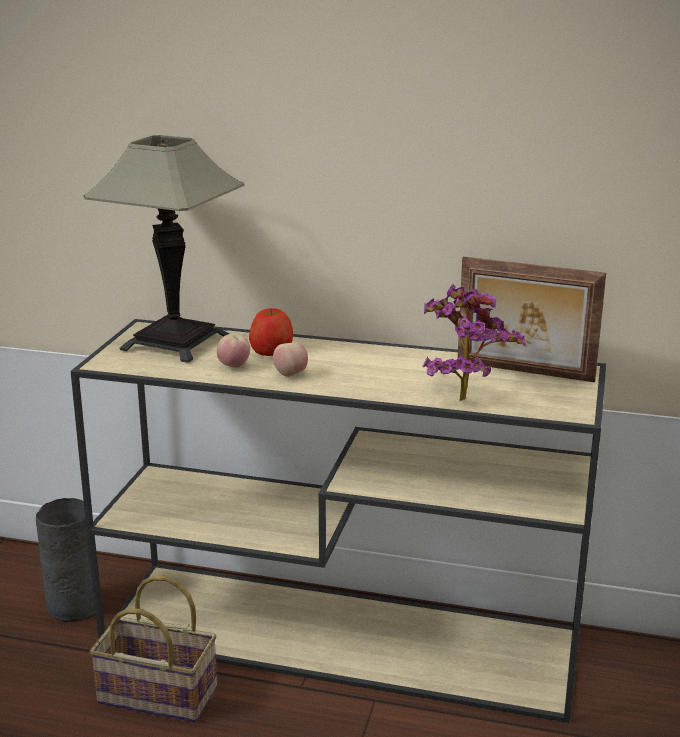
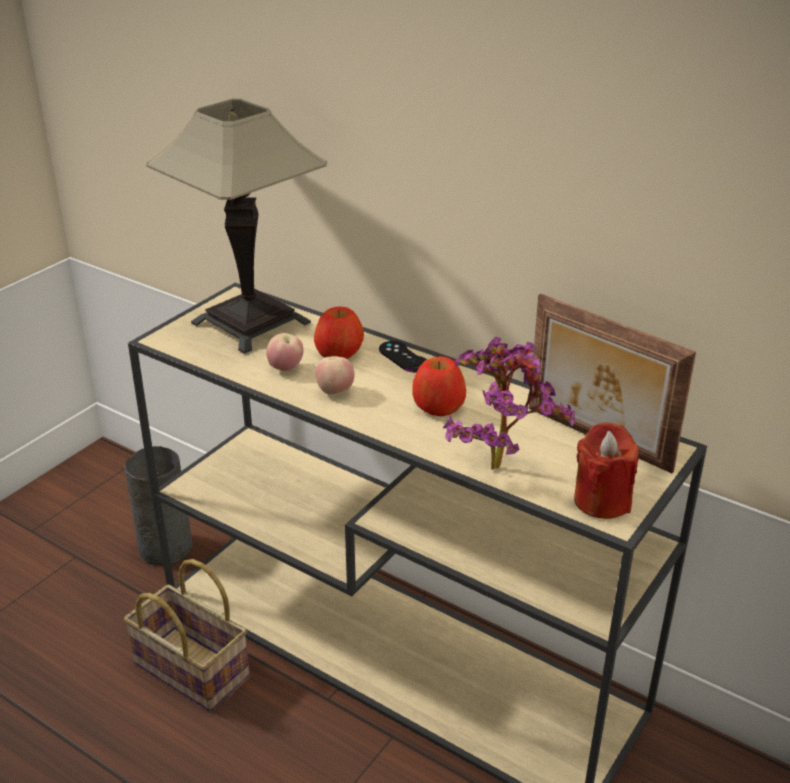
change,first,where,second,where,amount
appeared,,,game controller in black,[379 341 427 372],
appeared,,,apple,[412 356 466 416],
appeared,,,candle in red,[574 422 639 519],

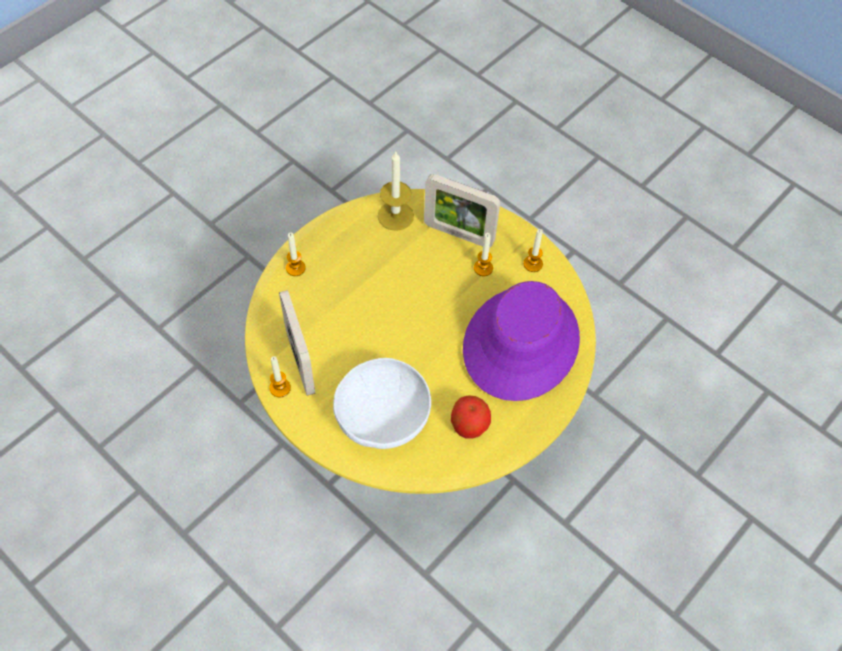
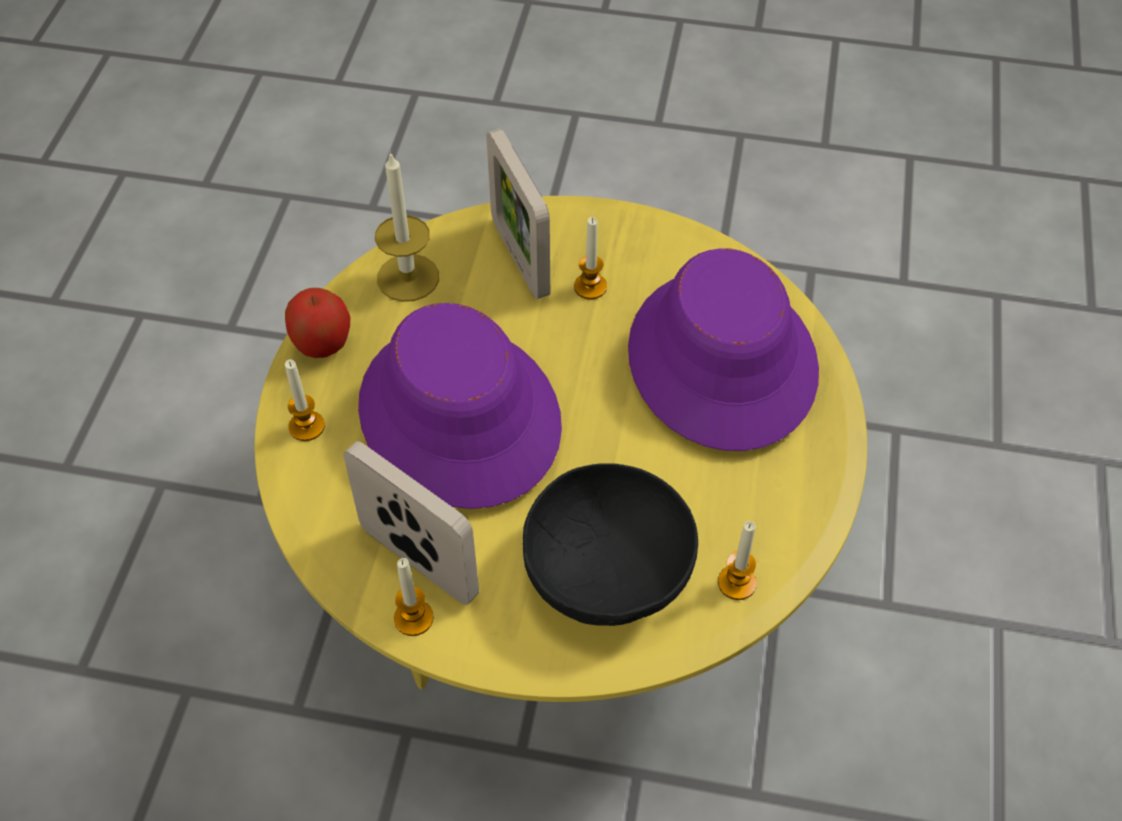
change,first,where,second,where,amount
spun,picture frame,[424 174 500 248],,[486 128 550 299],75 degrees clockwise
relocated,candle,[523 229 543 272],,[718 521 757 600],
colour,bowl in white,[333 358 431 449],bowl in black,[523 463 698 626],
relocated,apple,[451 395 491 439],,[285 288 351 358],
appeared,,,hat in purple,[358 303 562 509],

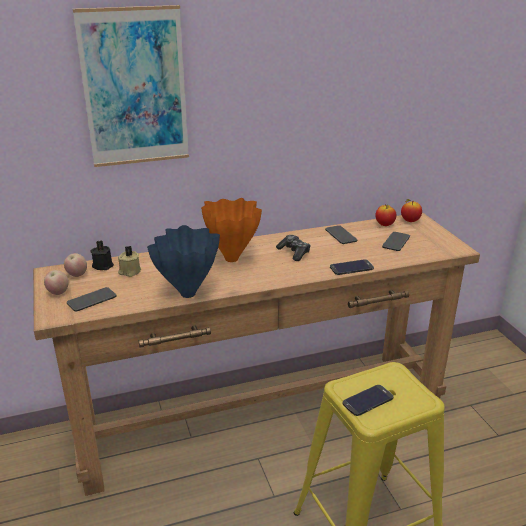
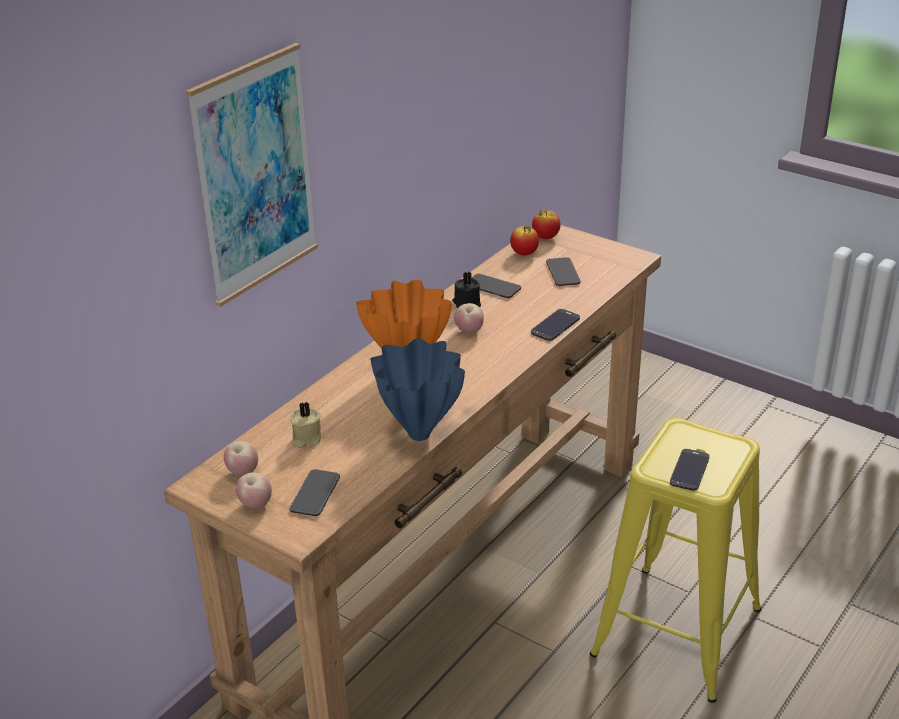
change,first,where,second,where,amount
exchanged,game controller,[276 235 311 261],apple,[454 303 484 333],
relocated,candle in black,[91 240 114 270],,[452 272 481 309],

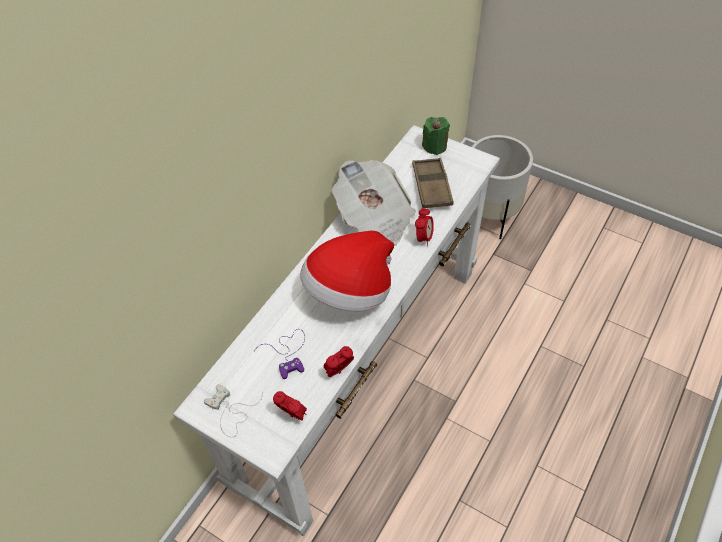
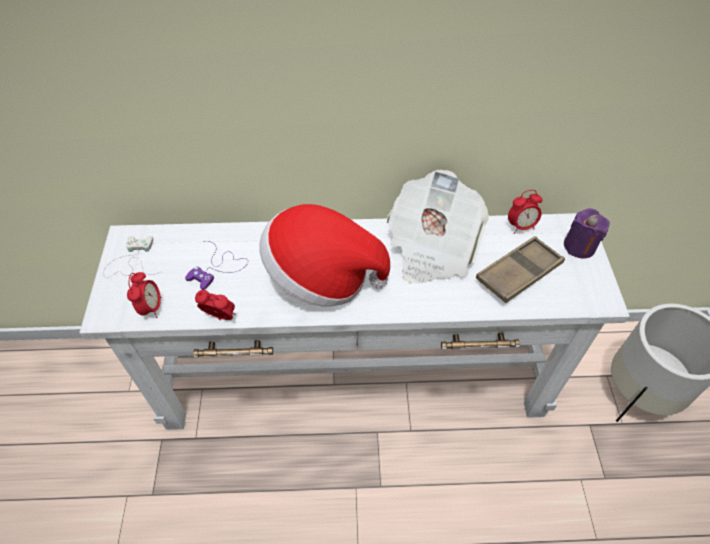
change,first,where,second,where,amount
colour,candle in green,[422 117 450 155],candle in purple,[564 208 610 258],
relocated,alarm clock,[415 208 434 246],,[508 190 543 234],

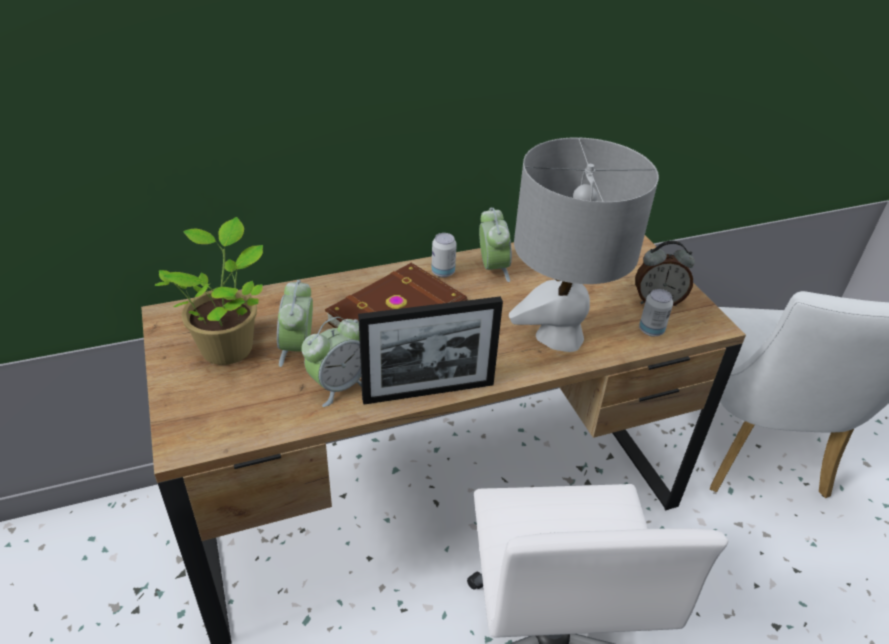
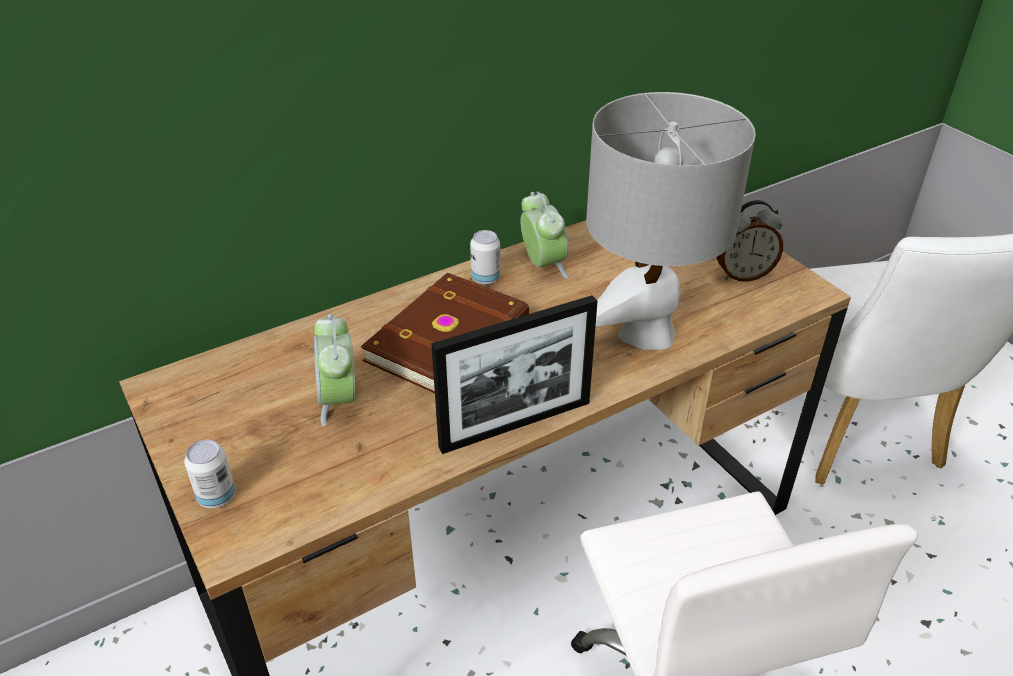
change,first,where,second,where,amount
missing,potted plant,[155 217 263 365],,,
relocated,can,[639 289 673 337],,[184 440 236 508],
missing,alarm clock,[301 317 362 407],,,

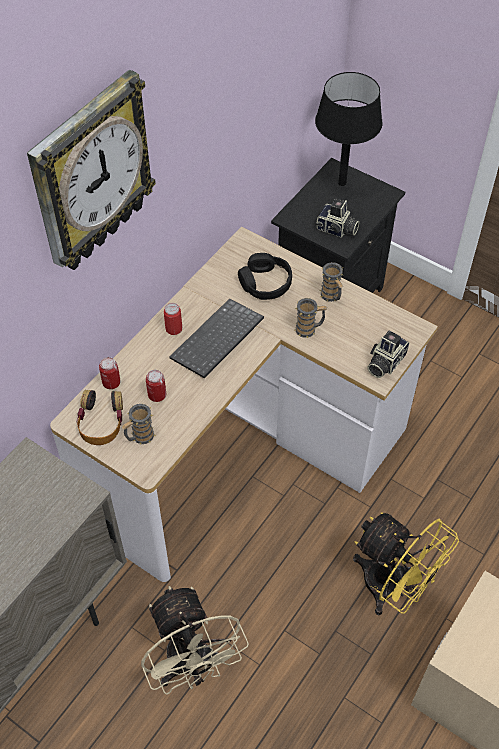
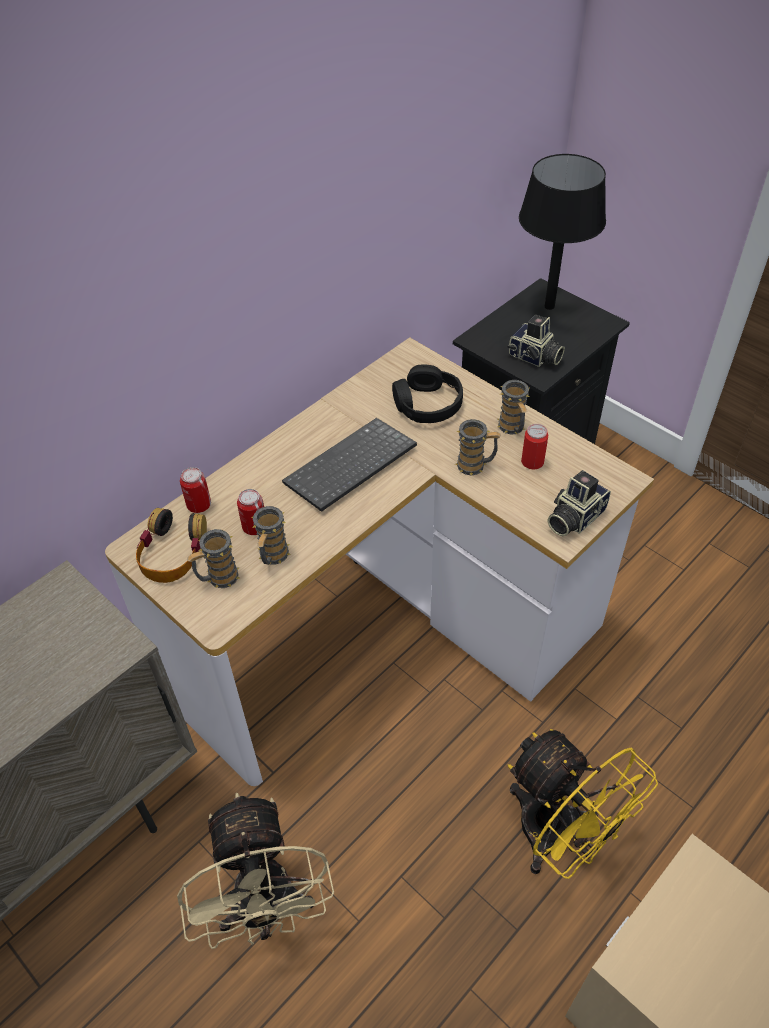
change,first,where,second,where,amount
missing,wall clock,[27 70 156 270],,,
relocated,can,[164 303 182 335],,[521 424 548 470],
appeared,,,mug,[251 506 291 565],

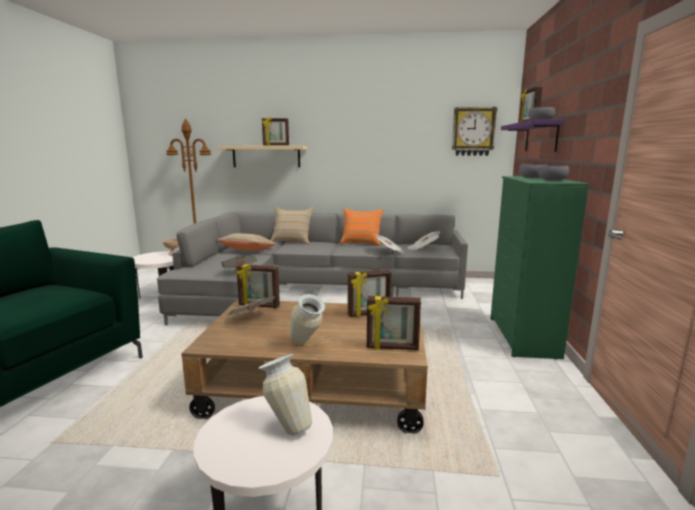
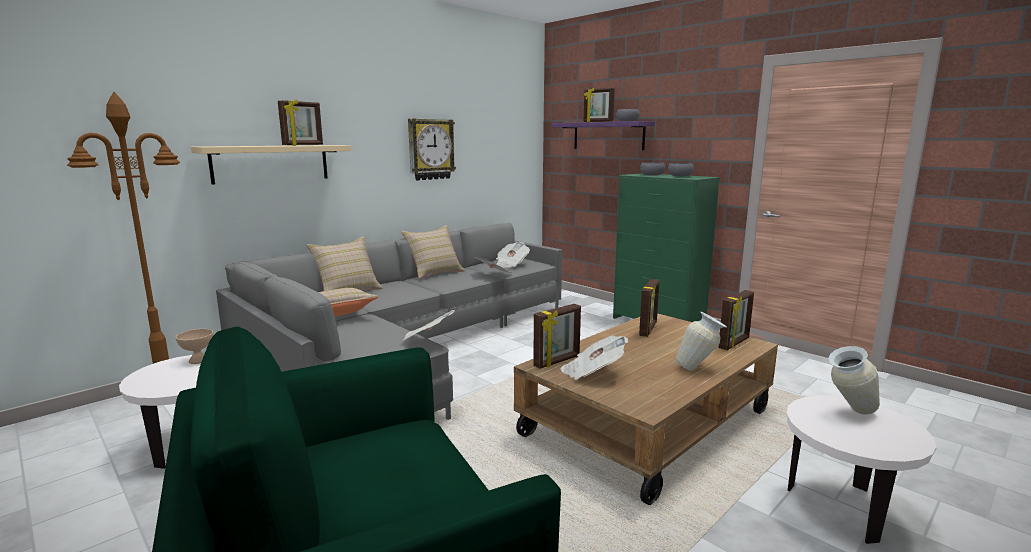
change,first,where,second,where,amount
relocated,wall clock,[452 107 498 156],,[408 119 456 180],
colour,pillow in orange,[340 208 383 246],pillow in beige,[401 225 465 279],

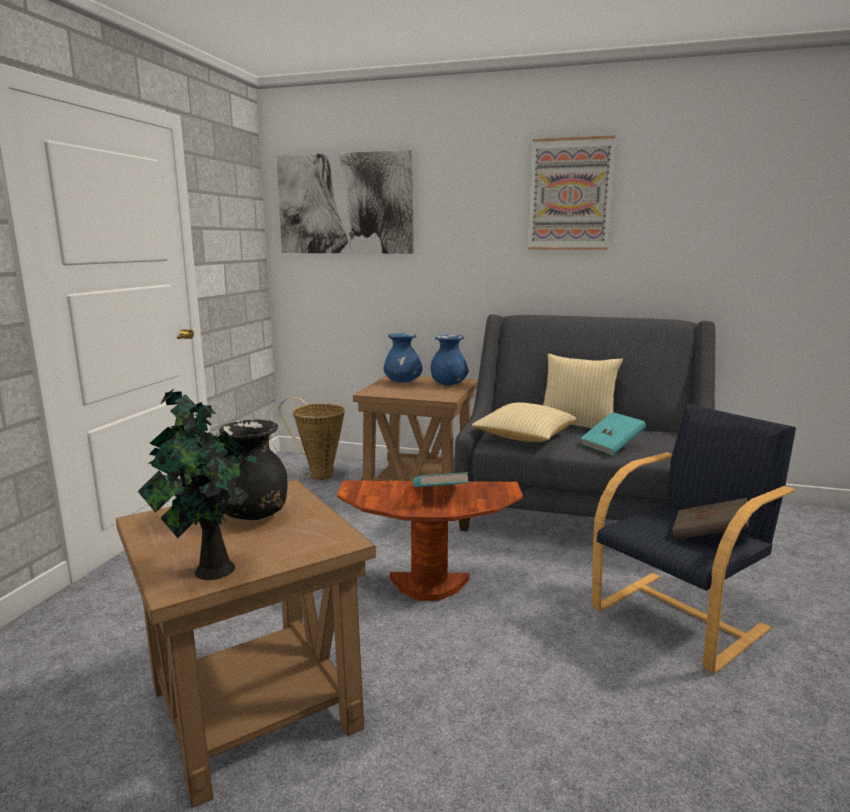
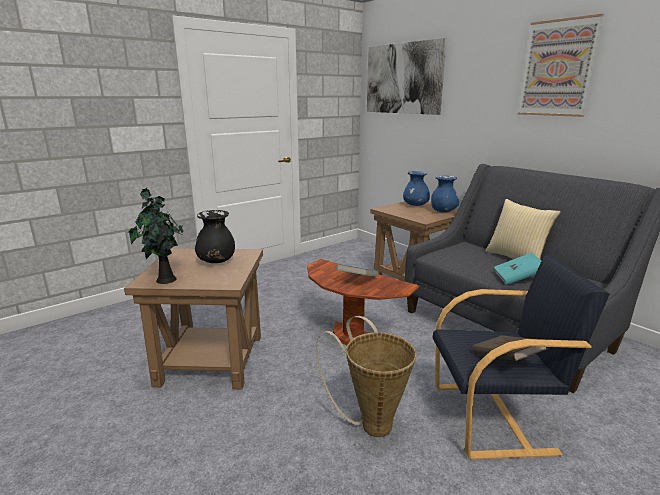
change,first,where,second,where,amount
relocated,basket,[265 397 345 480],,[316 316 416 437],
missing,pillow,[472 402 577 442],,,

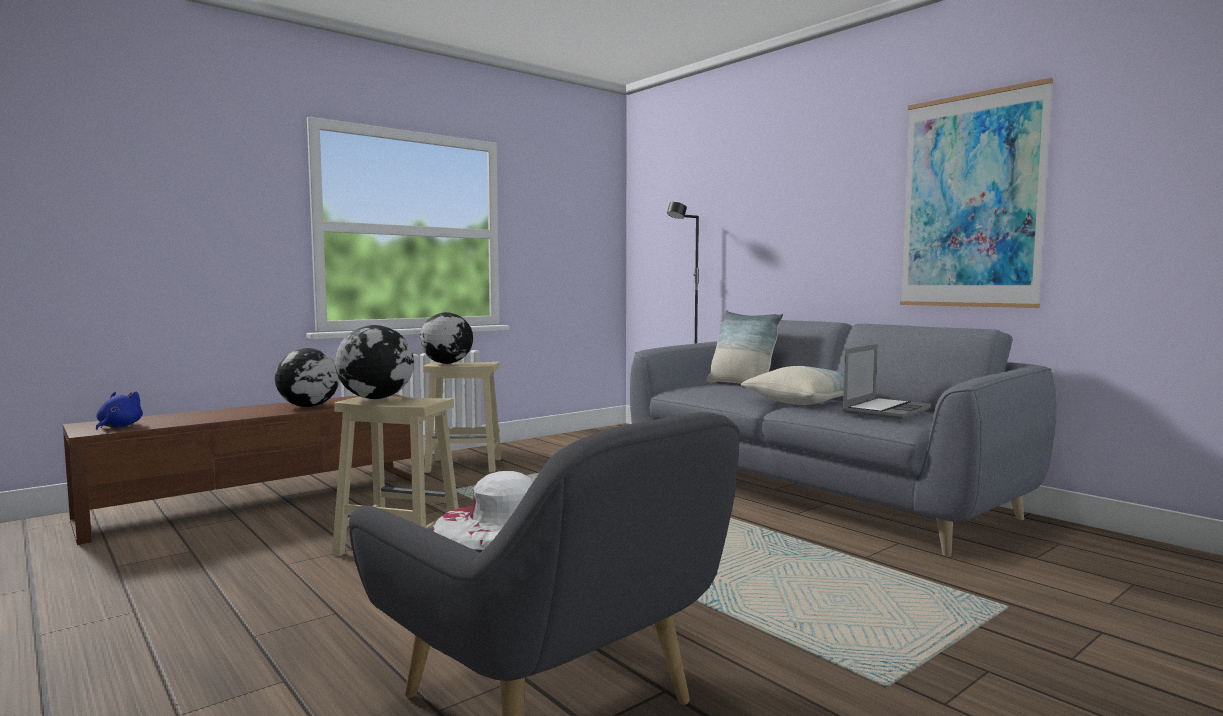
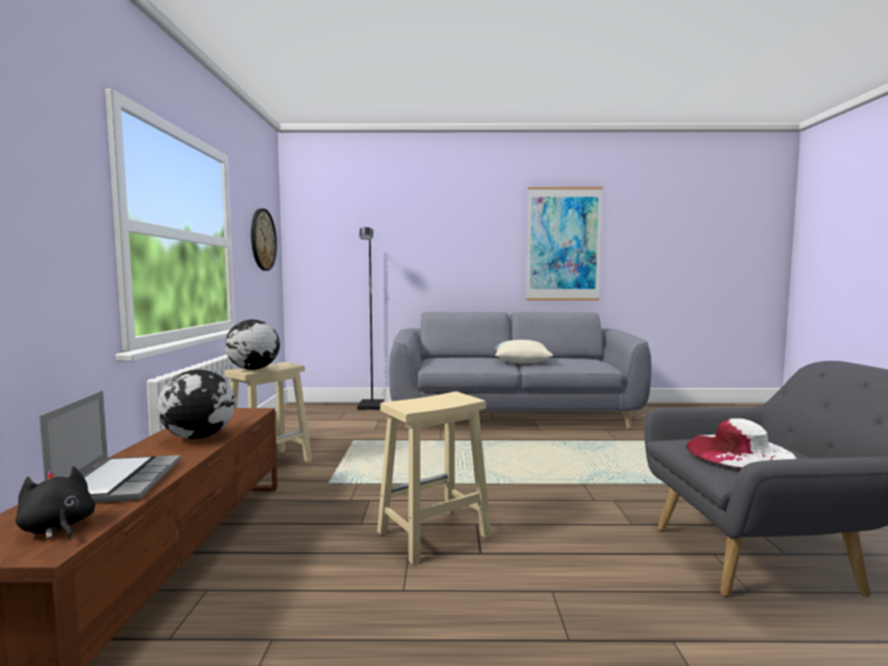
change,first,where,second,where,amount
missing,pillow,[706 310 783 384],,,
missing,globe,[335 325 414 399],,,
relocated,laptop,[842 344 931 420],,[39 390 181 503],
colour,plush toy in blue,[96 392 143 430],plush toy in black,[16 466 95 540],
appeared,,,wall clock,[251 209 277 271],

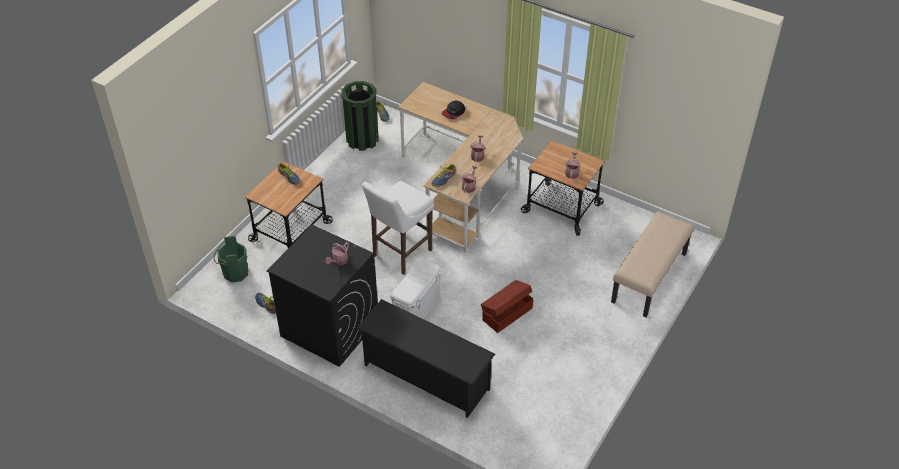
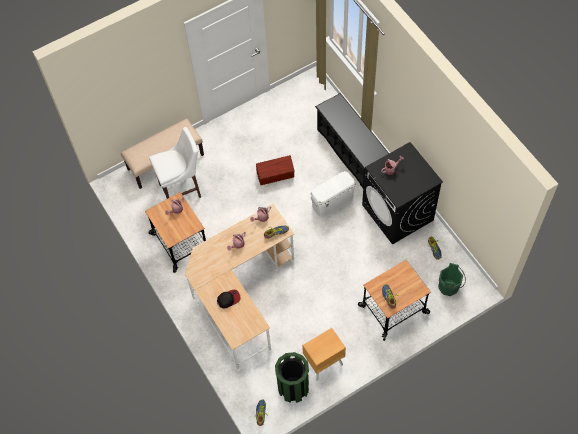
change,first,where,second,where,amount
relocated,stool in white,[362 181 434 275],,[149 127 201 199],
appeared,,,nightstand in brown,[302 327 346 381],

